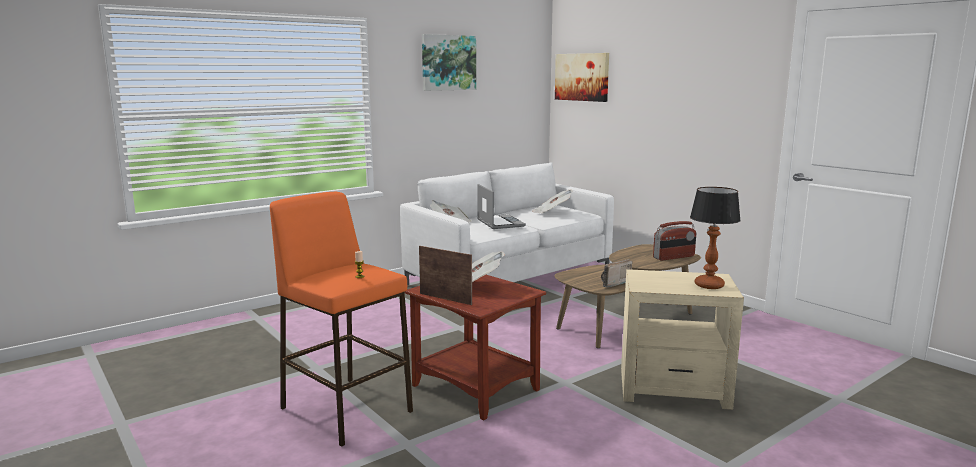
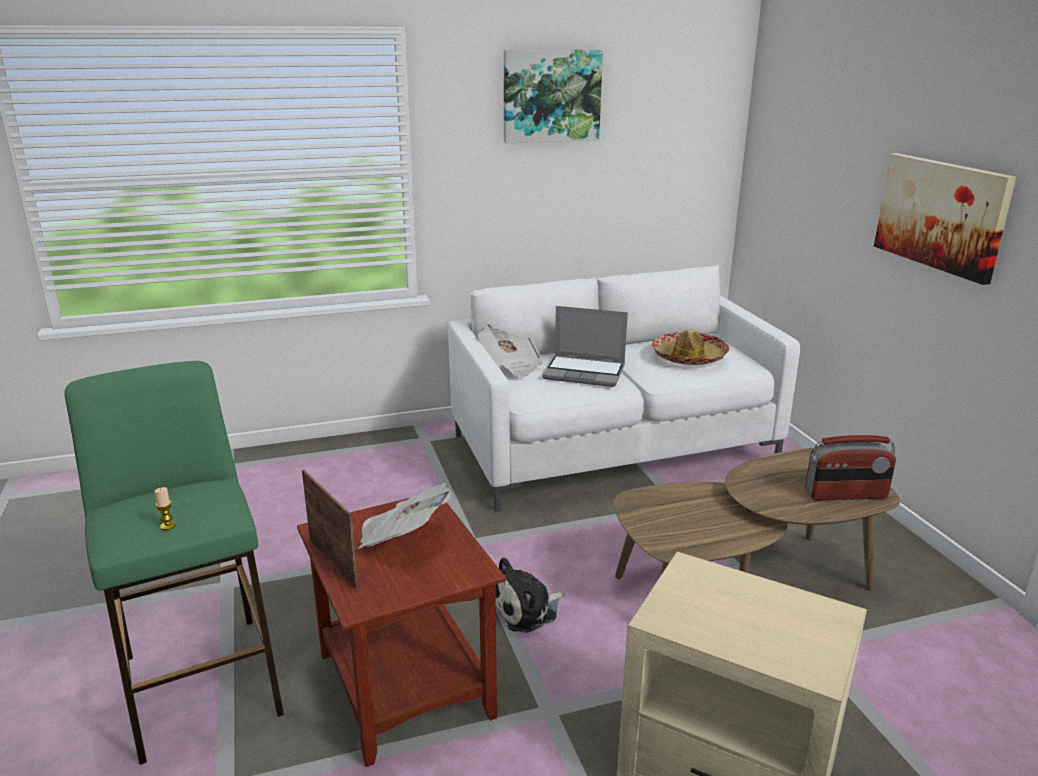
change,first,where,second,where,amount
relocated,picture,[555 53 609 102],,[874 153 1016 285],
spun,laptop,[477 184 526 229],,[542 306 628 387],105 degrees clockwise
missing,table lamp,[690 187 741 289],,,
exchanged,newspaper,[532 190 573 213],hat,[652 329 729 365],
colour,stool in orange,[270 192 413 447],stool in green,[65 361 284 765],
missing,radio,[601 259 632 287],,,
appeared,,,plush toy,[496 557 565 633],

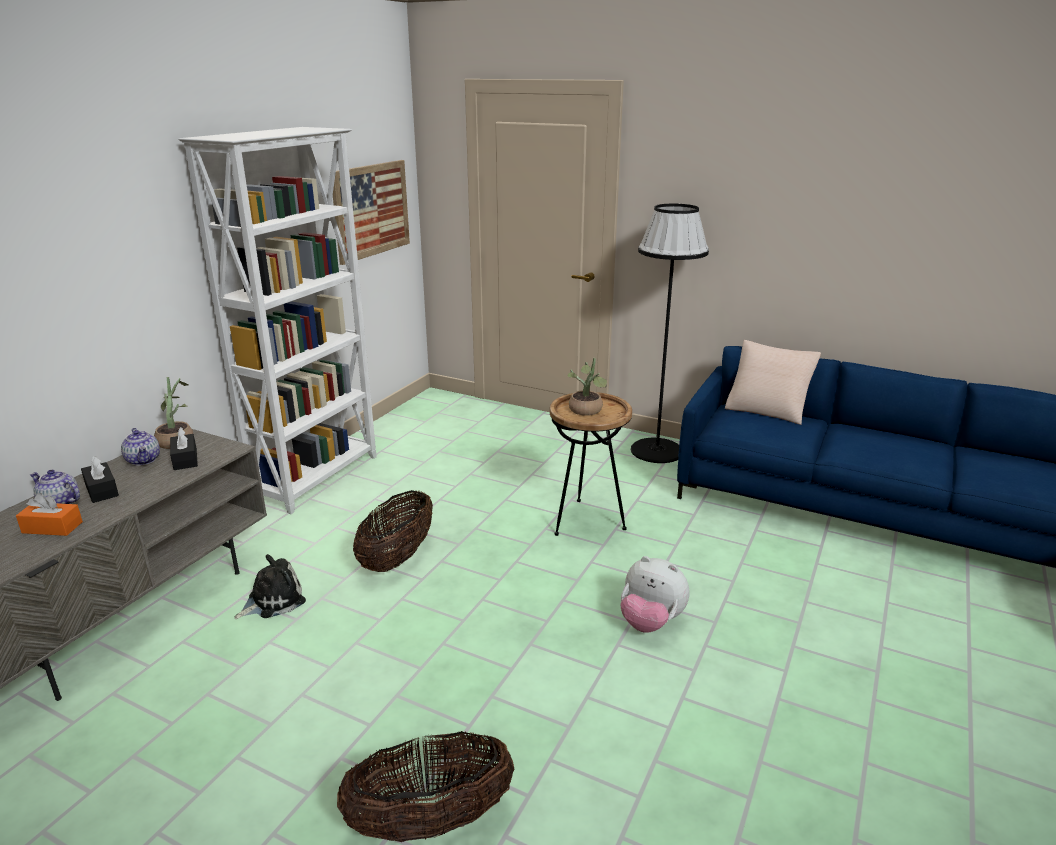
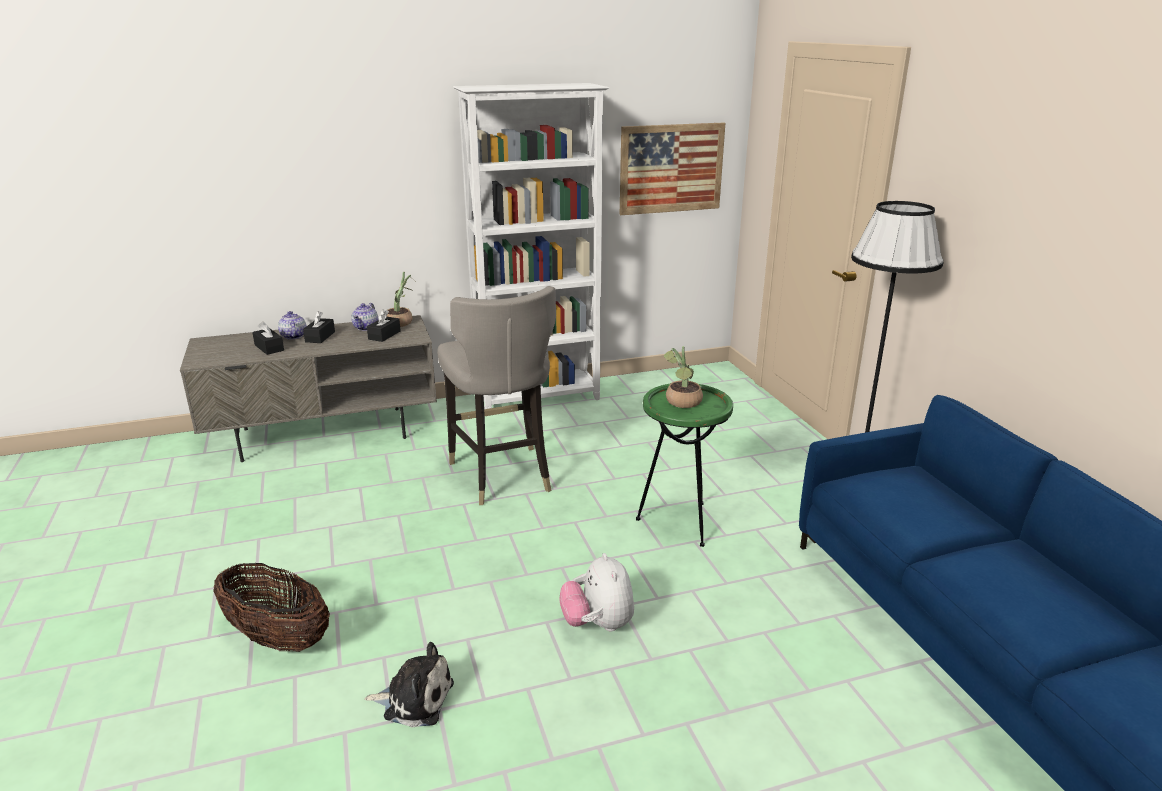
change,first,where,second,where,amount
missing,pillow in beige,[725 340 821 425],,,
colour,side table in brown,[550 392 632 536],side table in green,[636 384 733 547],
exchanged,basket,[353 490 433 572],stool in grey,[437 286 556 505],
colour,tissue box in orange,[16 493 83 536],tissue box in black,[252 321 284 355],
relocated,plush toy,[234 554 306 619],,[365 642 454 728],

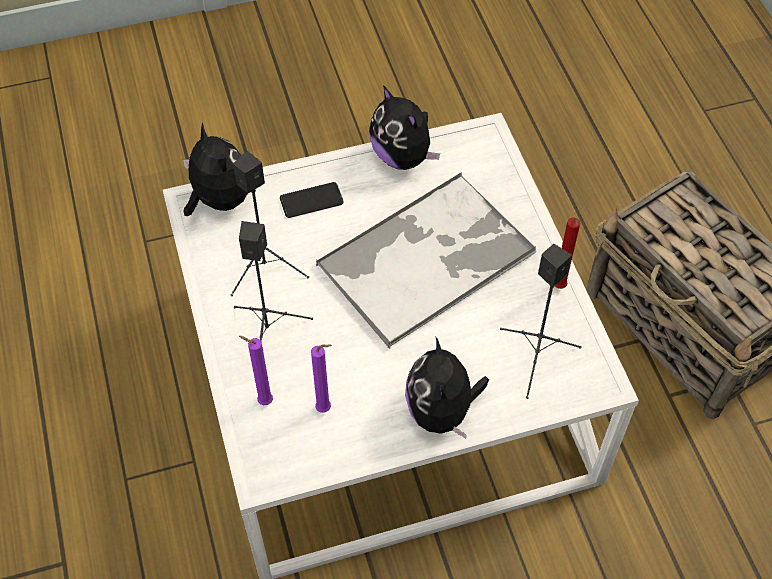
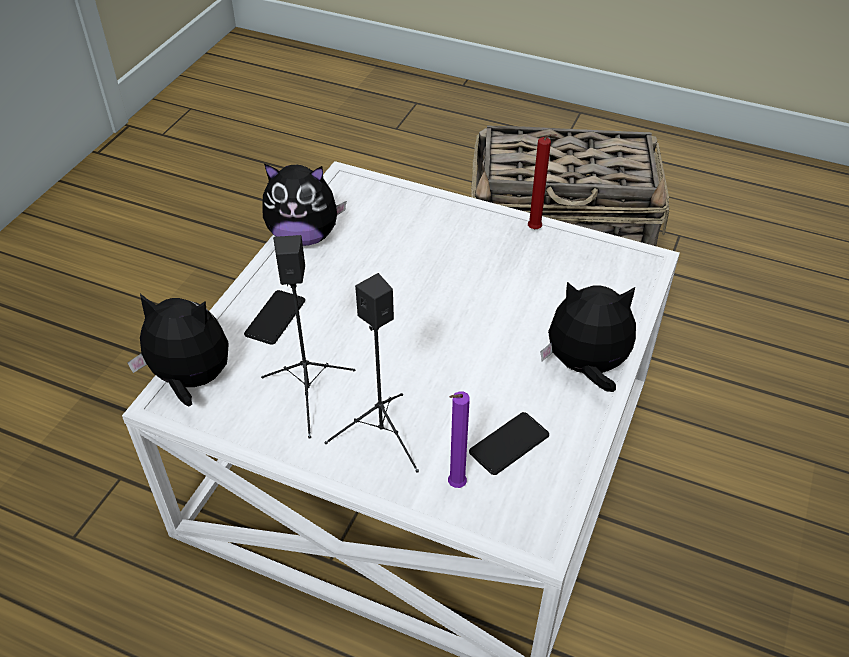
change,first,where,second,where,amount
missing,tray,[316 172 537 349],,,
missing,speaker in black,[500 244 582 399],,,
spun,plush toy,[405 336 489 439],,[541 282 636 392],150 degrees clockwise
exchanged,candle in purple,[311 344 332 413],phone,[469 412 549 475],

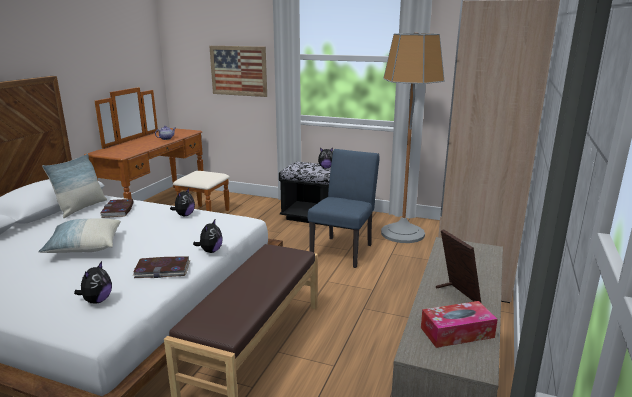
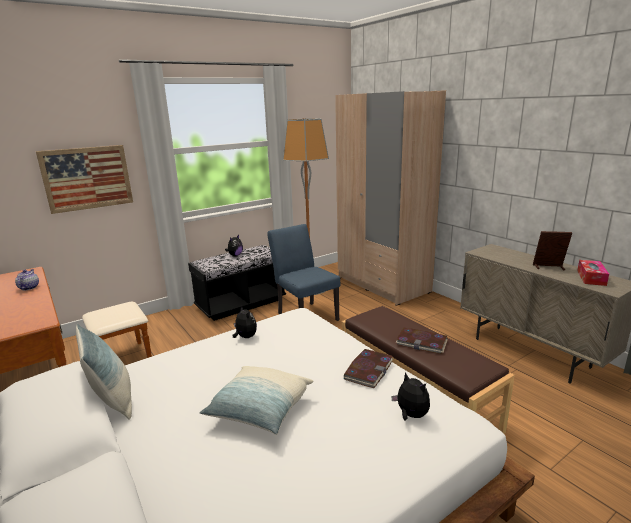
change,first,where,second,where,amount
relocated,book,[100 199 133 218],,[396 327 448 354],
missing,plush toy,[193 220 223 253],,,

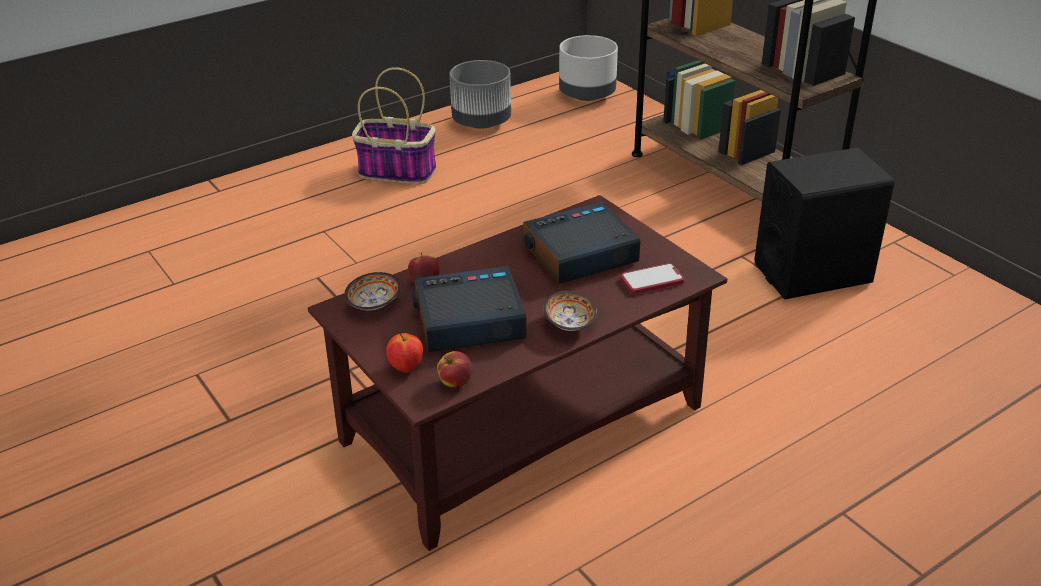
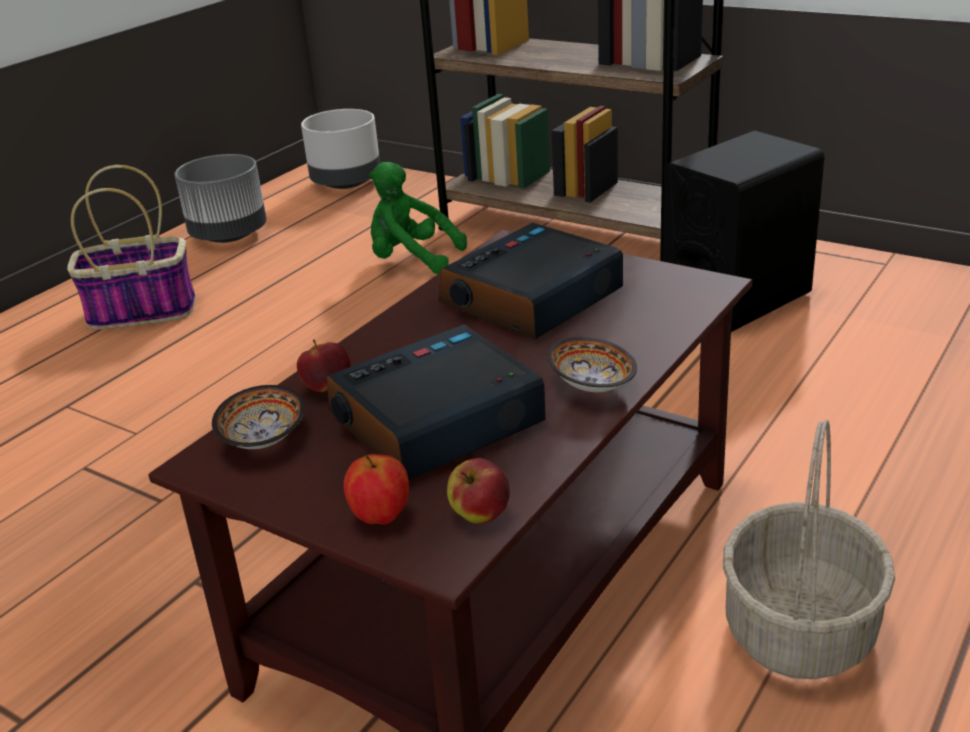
change,first,where,second,where,amount
missing,phone,[621 263 684 295],,,
appeared,,,plush toy in green,[369 162 467 274],
appeared,,,basket,[723 420 895 679],

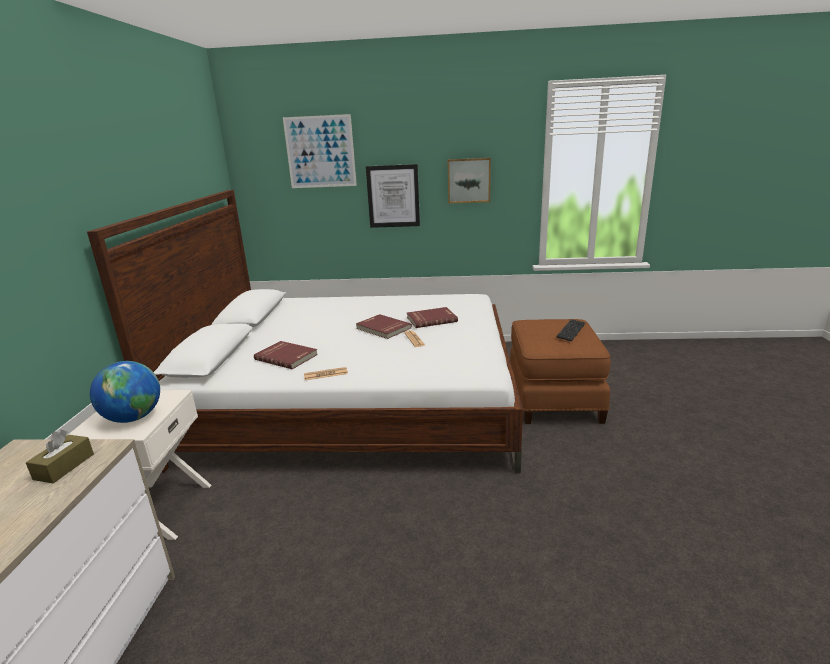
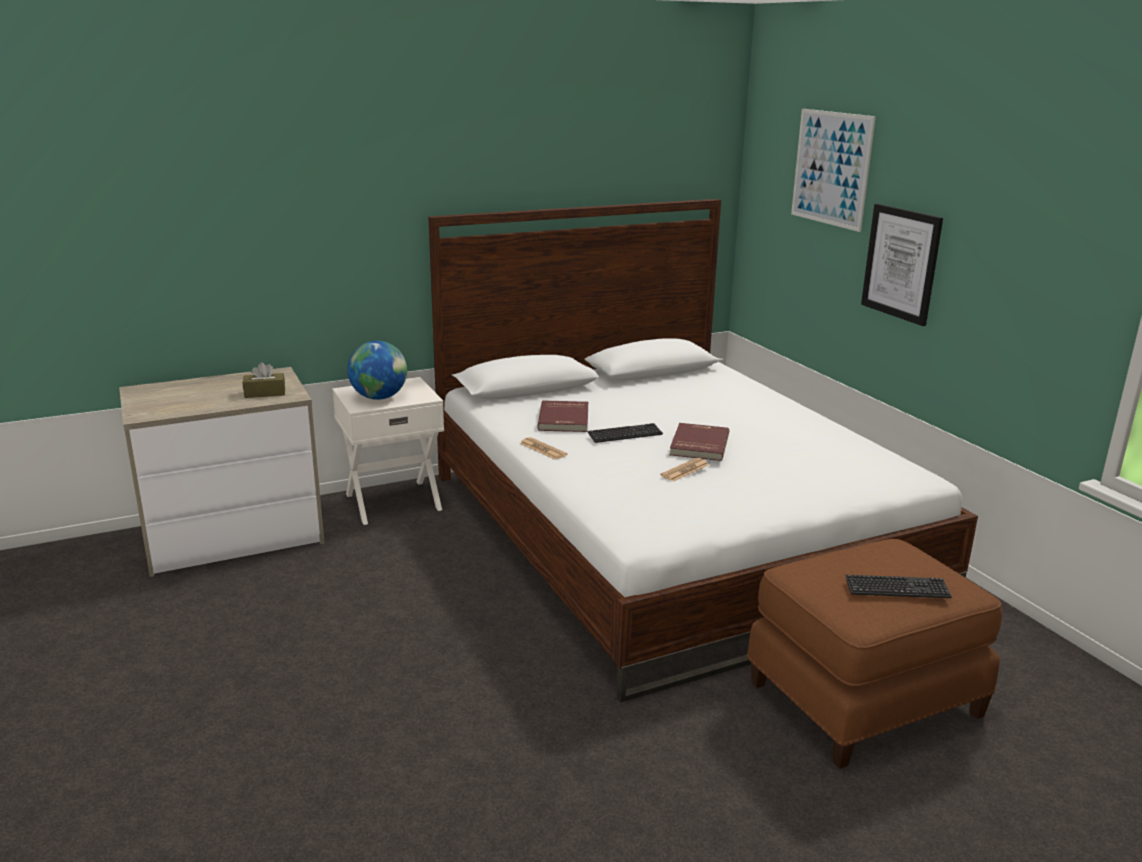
change,first,where,second,where,amount
missing,picture,[448 158 491 204],,,
missing,book in red,[407 307 458 328],,,
appeared,,,keyboard,[587 423 663 443],

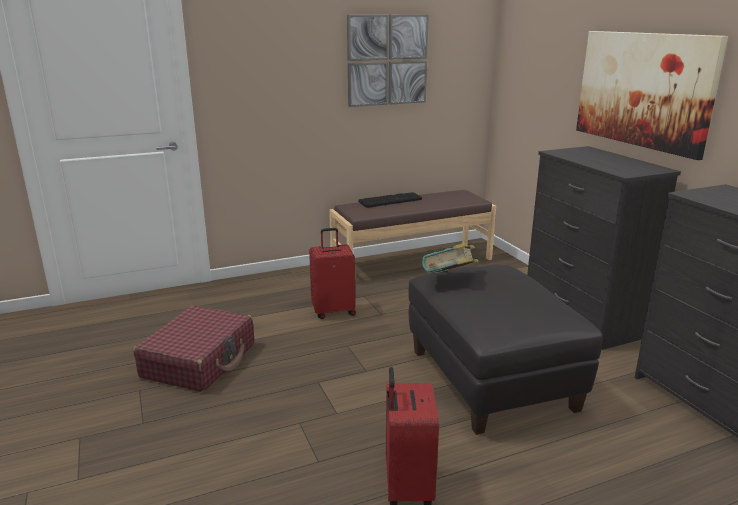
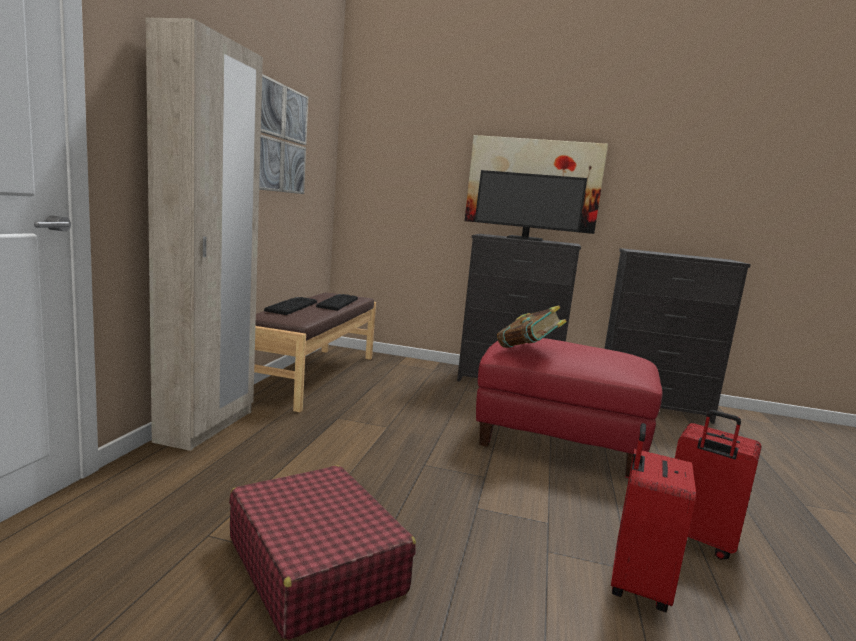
change,first,where,second,where,amount
relocated,suitcase in red,[309 228 356 319],,[611 423 696 612],
colour,ottoman in black,[408 265 603 435],ottoman in red,[476 338 663 478],
appeared,,,wardrobe in beige,[146 17 263 451],
appeared,,,monitor,[475 170 587 241],
appeared,,,keyboard,[316 294 358 311],

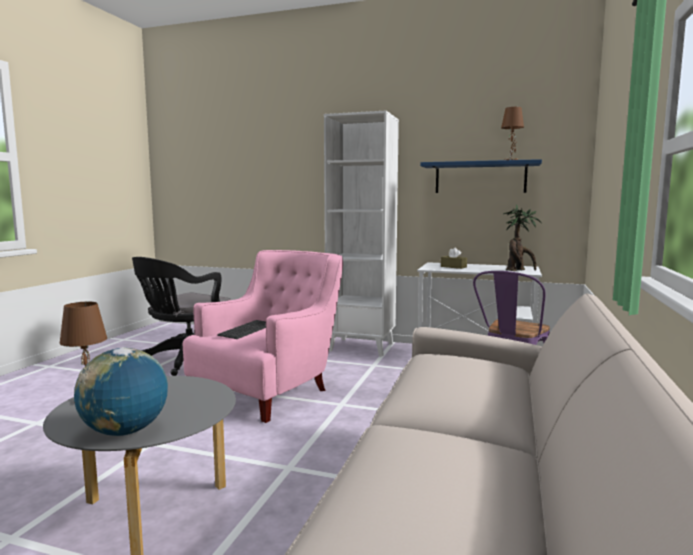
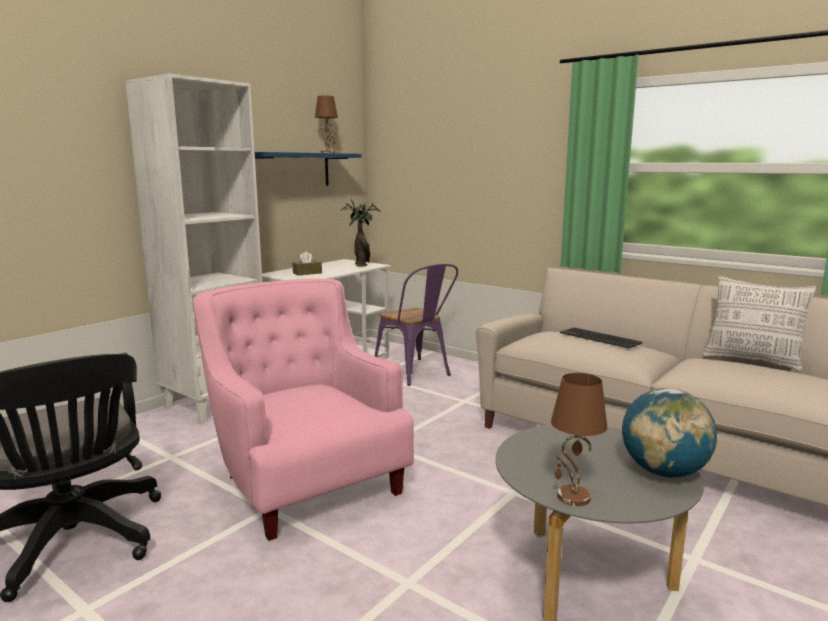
change,first,where,second,where,amount
relocated,keyboard,[217 320 266 339],,[560 328 642 349],
appeared,,,pillow,[703 275 817 373],

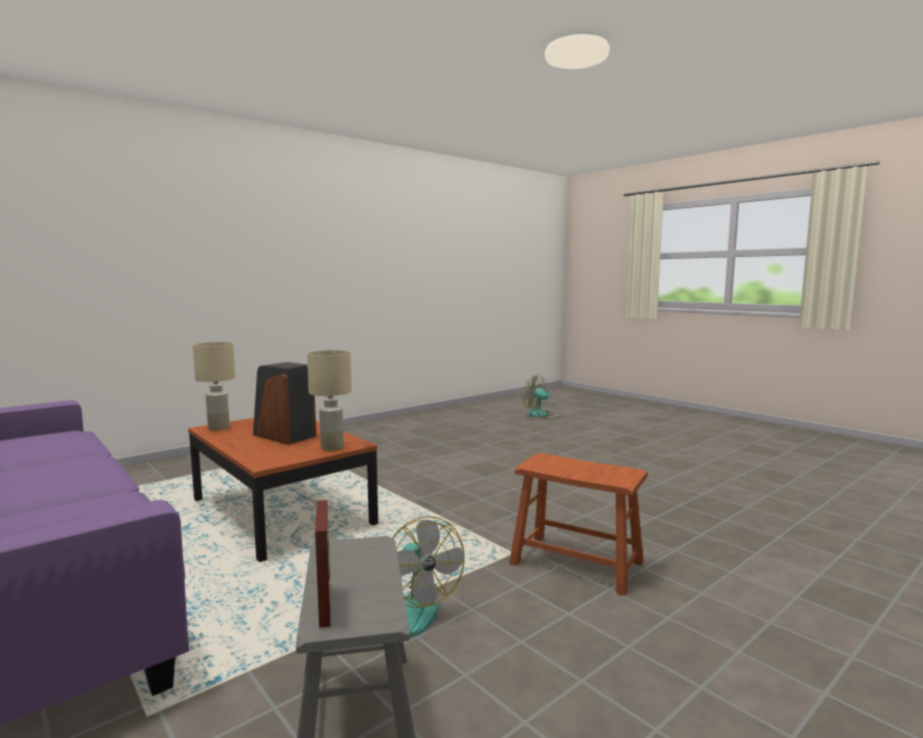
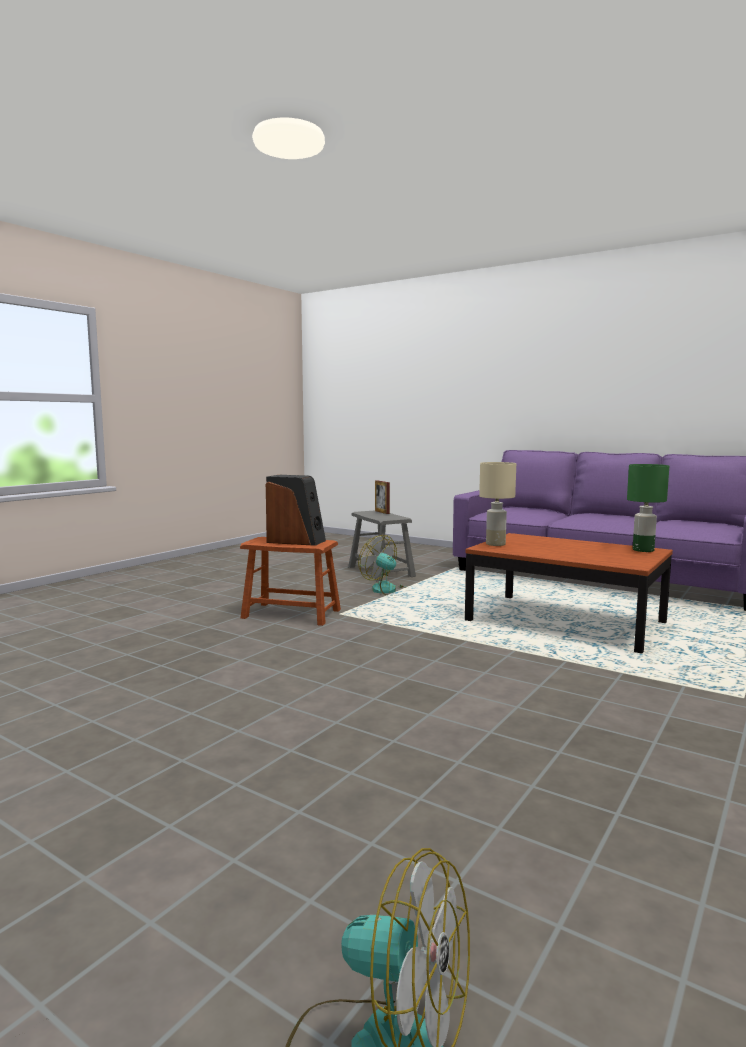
change,first,where,second,where,amount
colour,table lamp in beige,[193 342 235 431],table lamp in green,[627 464 669 552],
relocated,speaker,[253 362 317 445],,[266 475 326 546],

